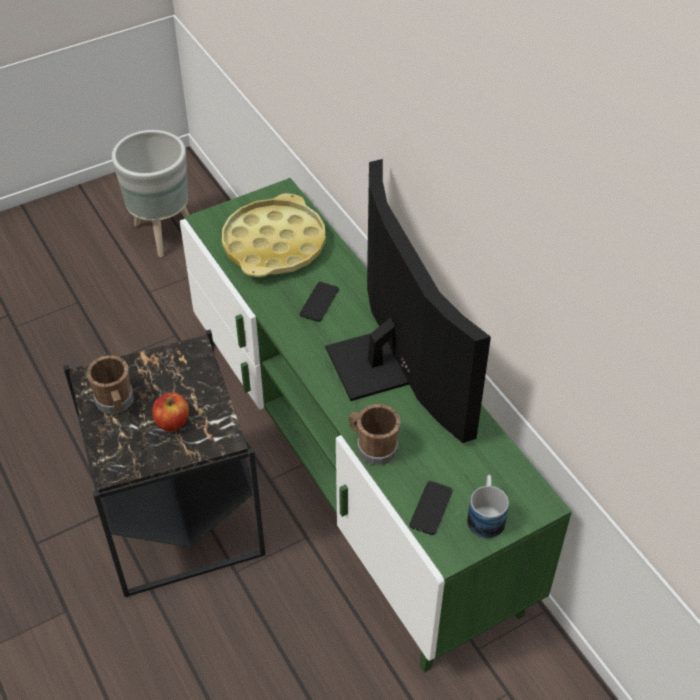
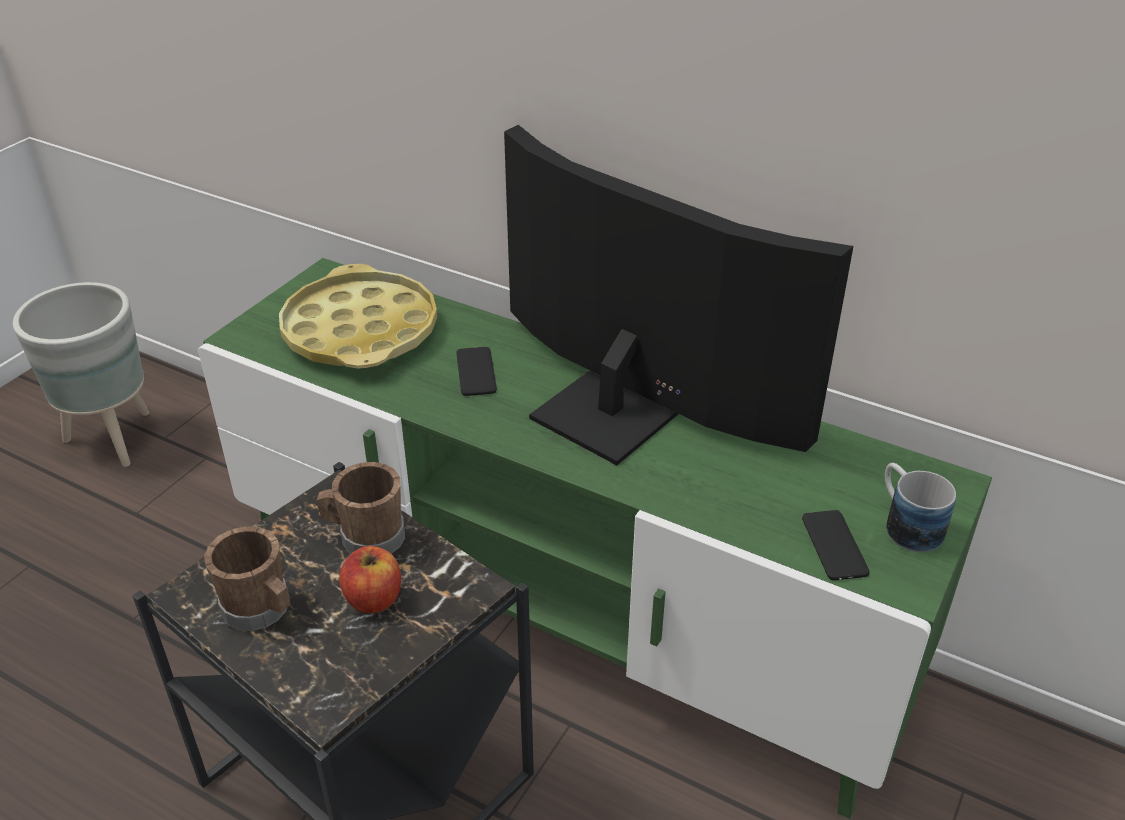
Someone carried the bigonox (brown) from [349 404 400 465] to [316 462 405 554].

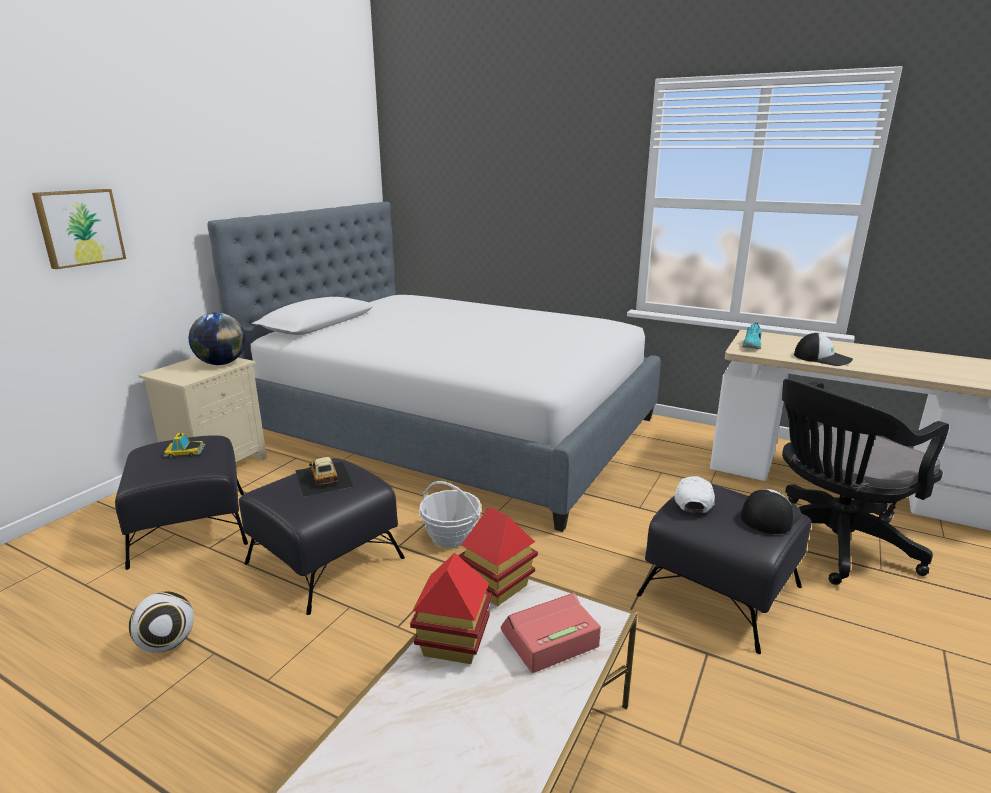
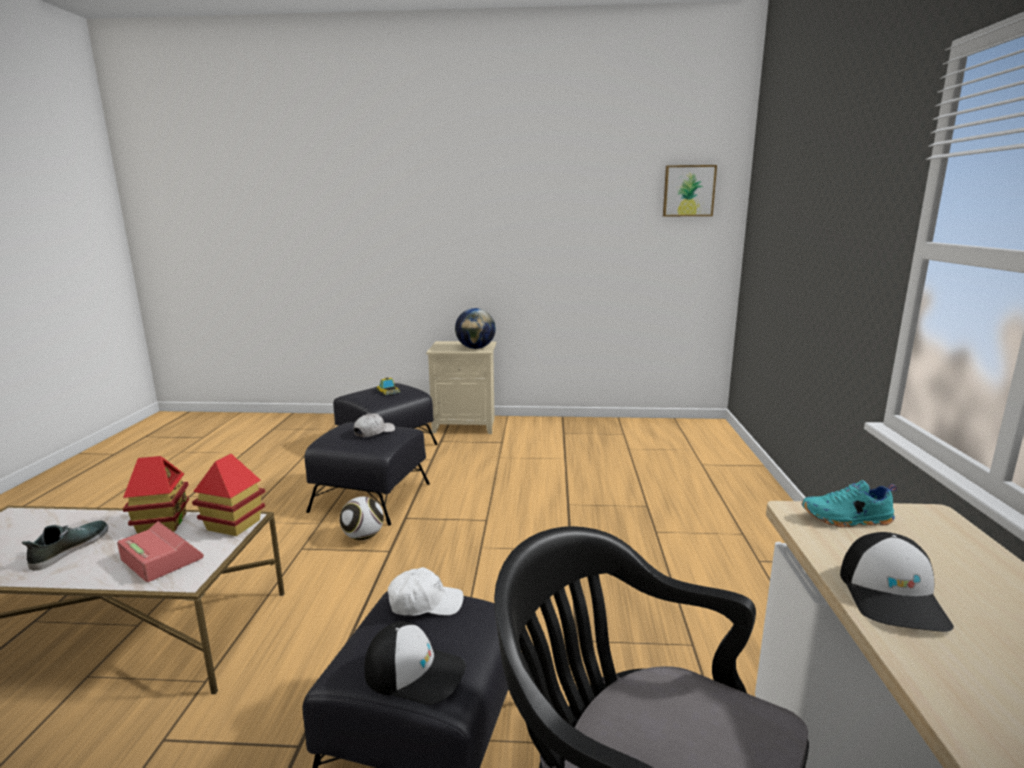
Someone carried the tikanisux from [32 189 126 269] to [663 165 717 216].
Someone took away the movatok at [208 201 661 532].
Someone swapped the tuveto at [295 457 354 497] for the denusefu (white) at [354 413 395 437].
Someone took away the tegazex at [419 481 481 548].
Someone carried the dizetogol from [129 591 194 653] to [340 496 384 540].
Someone put down the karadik at [22 521 108 570].

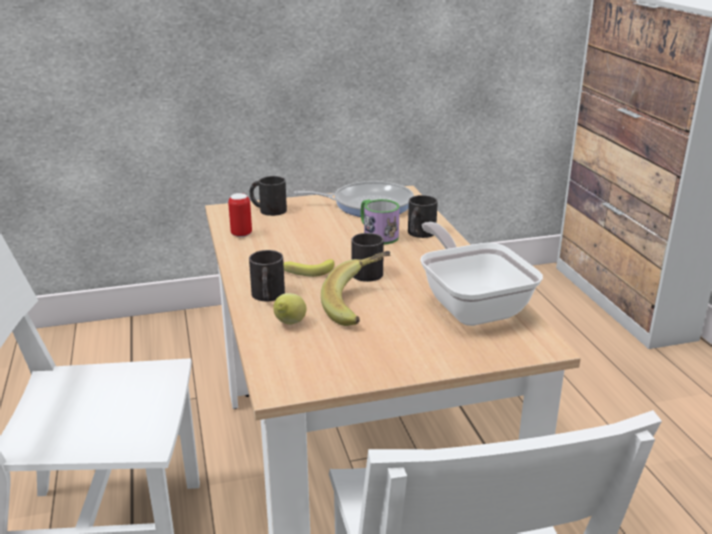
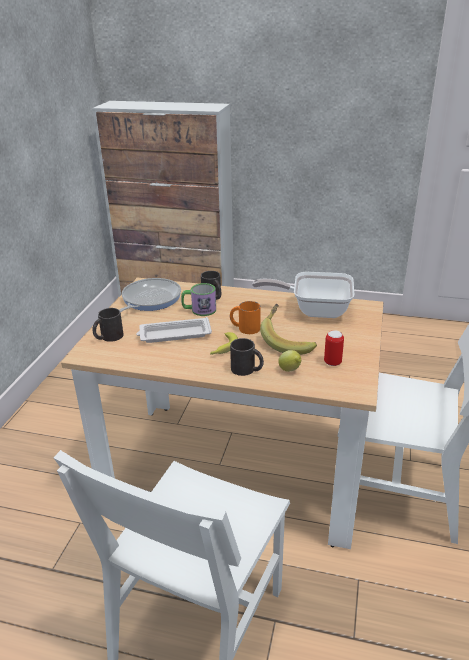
Someone carried the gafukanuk from [228 193 252 237] to [324 330 344 366].
Someone repainted the bigonox (black) at [351 233 384 282], which became the bigonox (orange) at [230 301 260 334].
Someone put down the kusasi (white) at [136 317 212 343].

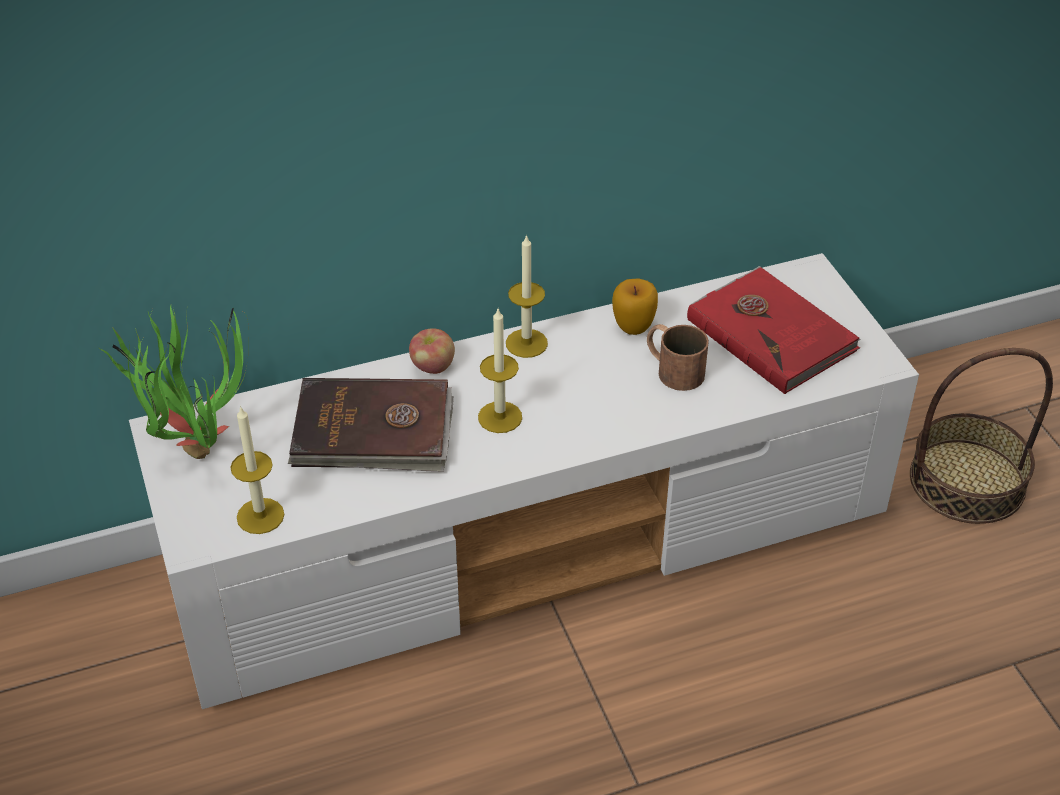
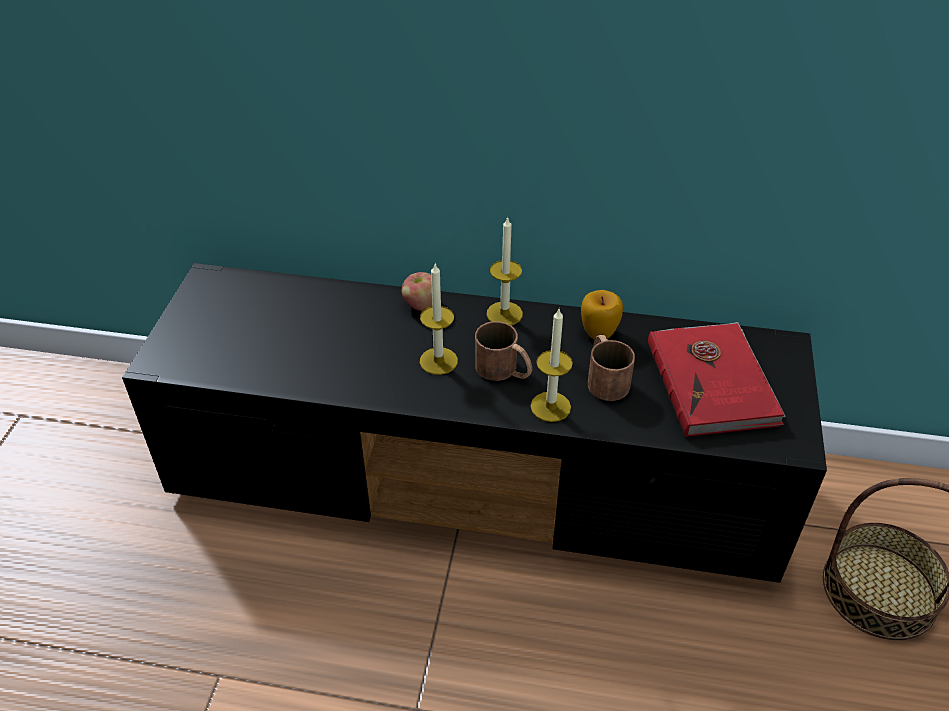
Someone repainted the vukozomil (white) at [129 253 919 709], which became the vukozomil (black) at [122 263 827 583].
Someone took away the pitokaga at [99 305 249 459].
Someone took away the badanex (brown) at [288 378 454 472].
Someone carried the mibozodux from [230 406 285 534] to [531 309 573 422].
Someone put down the bigonox (brown) at [475 321 532 381].

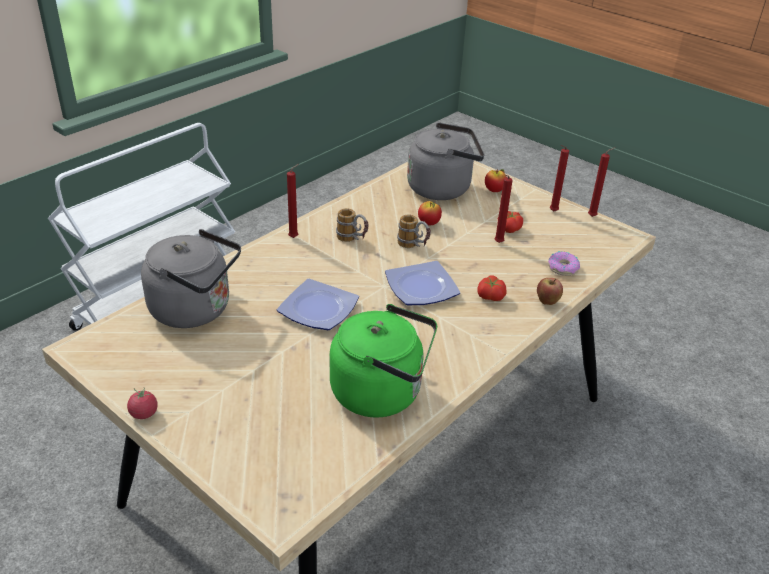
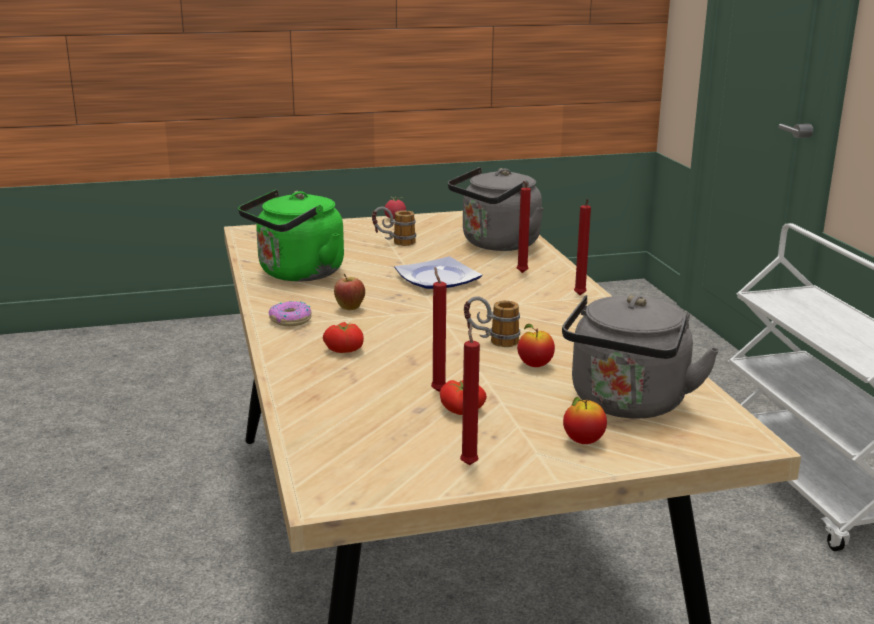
Someone carried the mibozodux (red) from [588 147 615 217] to [517 181 531 273].
Someone carried the bigonox from [336 208 369 242] to [372 207 416 246].
Someone carried the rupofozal from [548 251 580 276] to [269 301 312 326].
Someone took away the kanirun at [385 261 460 305].
Someone carried the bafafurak from [537 278 563 305] to [334 273 365 310].

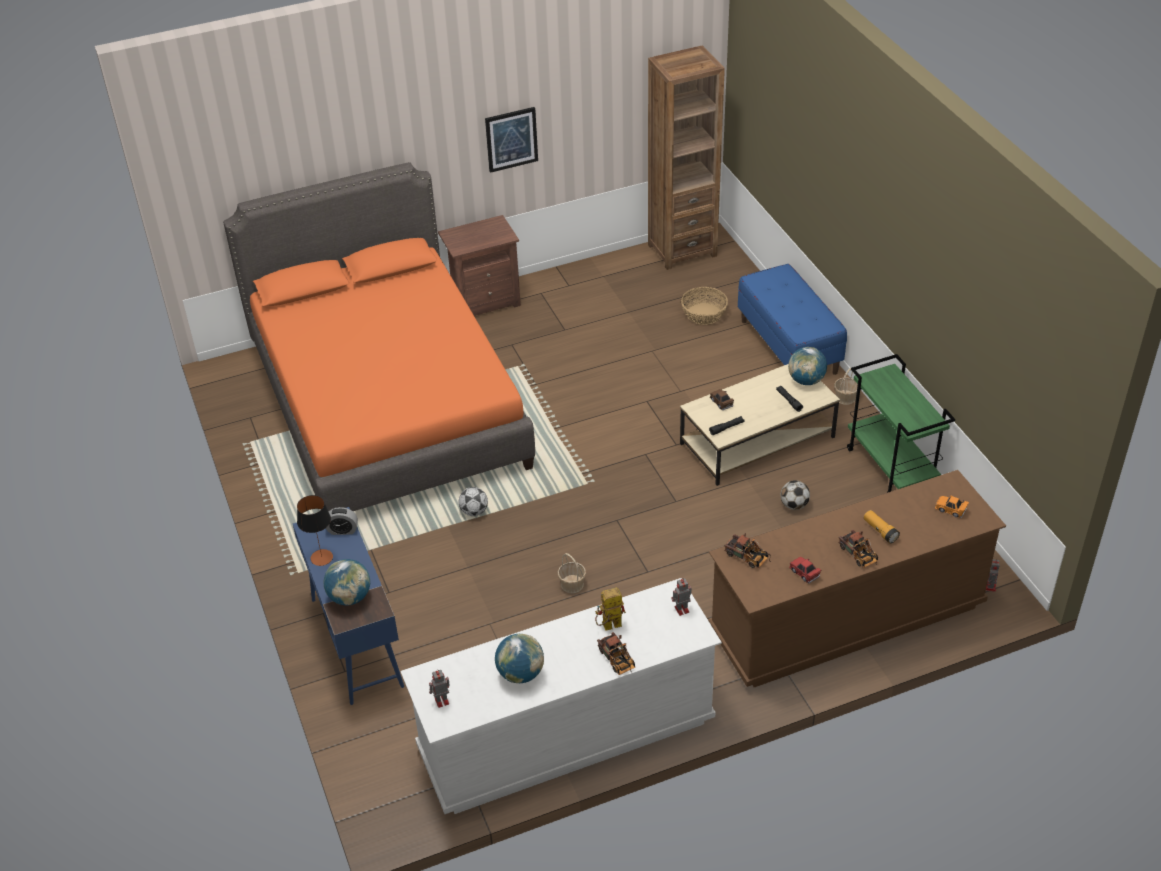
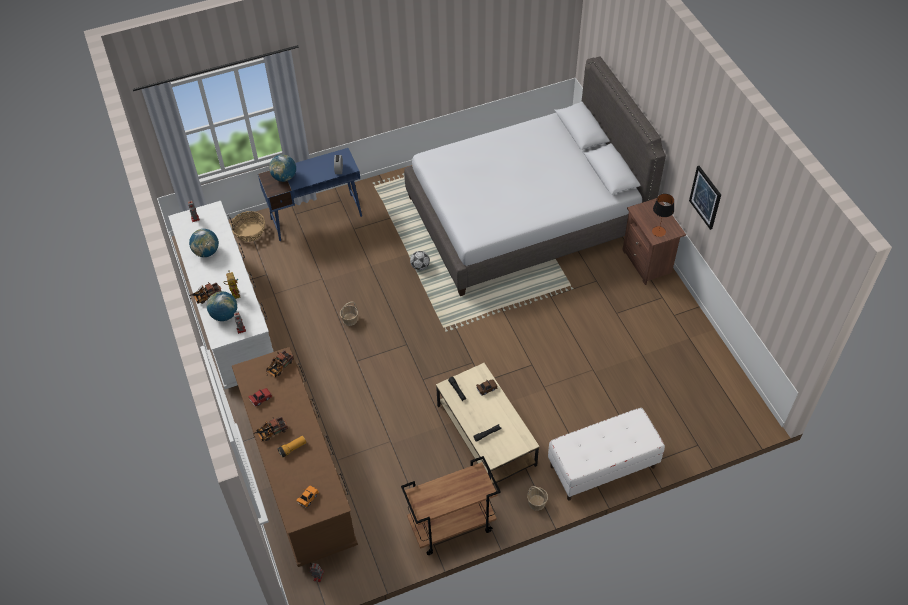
Someone took away the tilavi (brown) at [648 45 725 270].
Someone repainted the movatok (orange) at [223 162 535 512], which became the movatok (grey) at [404 56 666 296].
Someone repainted the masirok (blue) at [738 264 847 375], which became the masirok (white) at [548 408 665 500].
Someone carried the tegazex from [681 287 728 325] to [230 211 265 242].
Someone carried the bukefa from [788 347 827 385] to [207 291 238 321].
Someone repainted the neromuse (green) at [847 354 955 493], which became the neromuse (brown) at [401 456 501 555].
Someone took away the dizetogol at [781 480 810 510].
Someone carried the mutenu from [297 495 333 566] to [652 194 674 237].

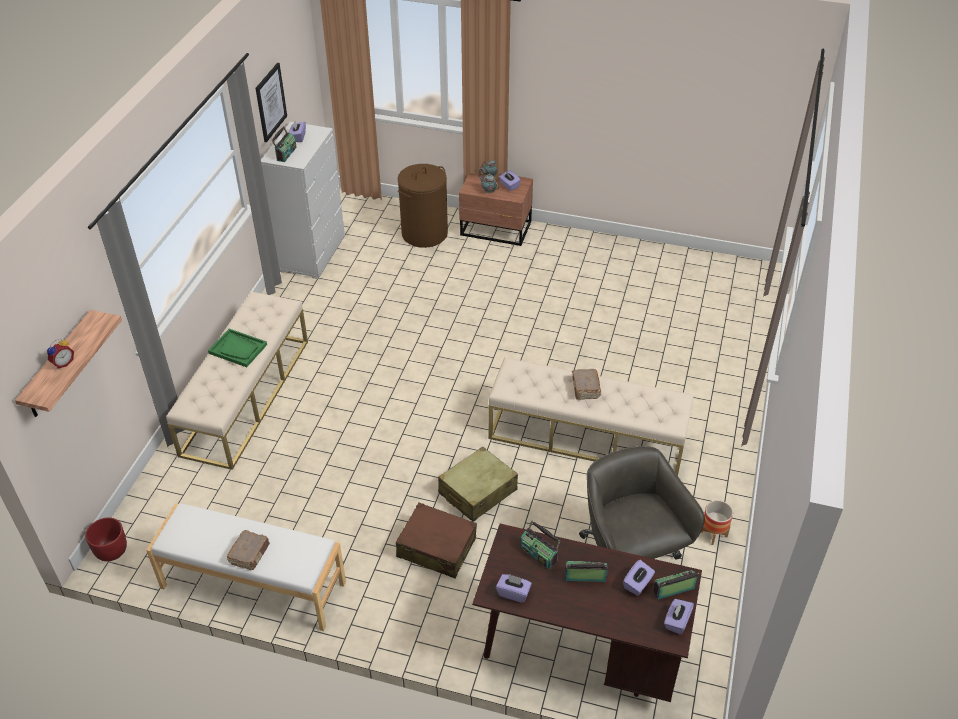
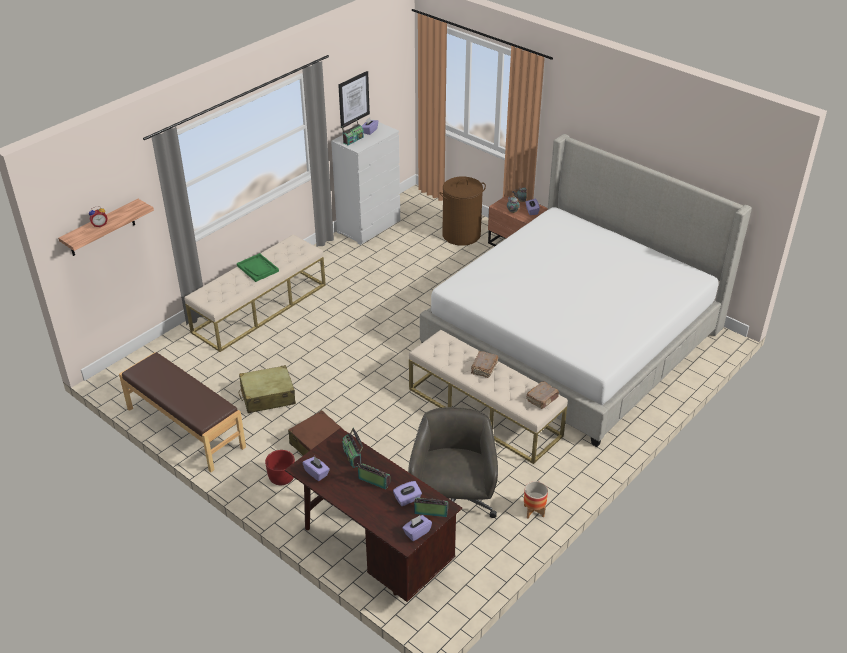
Someone carried the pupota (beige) from [438 447 518 522] to [239 365 296 413].
Someone repainted the masirok (white) at [146 503 346 631], which became the masirok (brown) at [119 352 246 472].
Someone carried the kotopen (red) from [85 518 127 561] to [265 450 295 485].
Someone carried the badanex (brown) from [227 530 270 570] to [527 381 559 409].
Someone put down the movatok at [420 134 752 447].

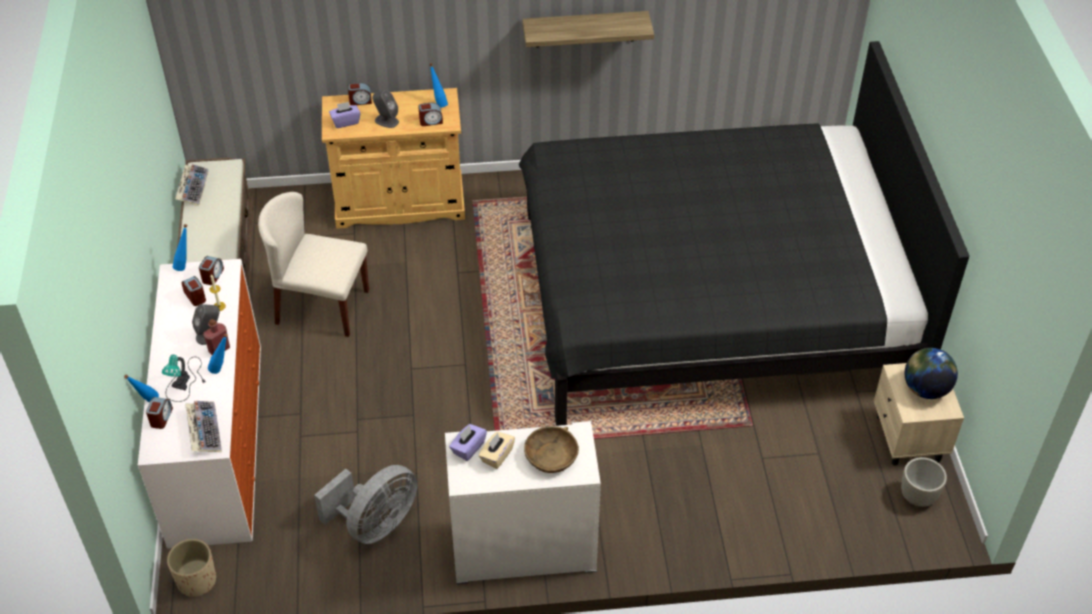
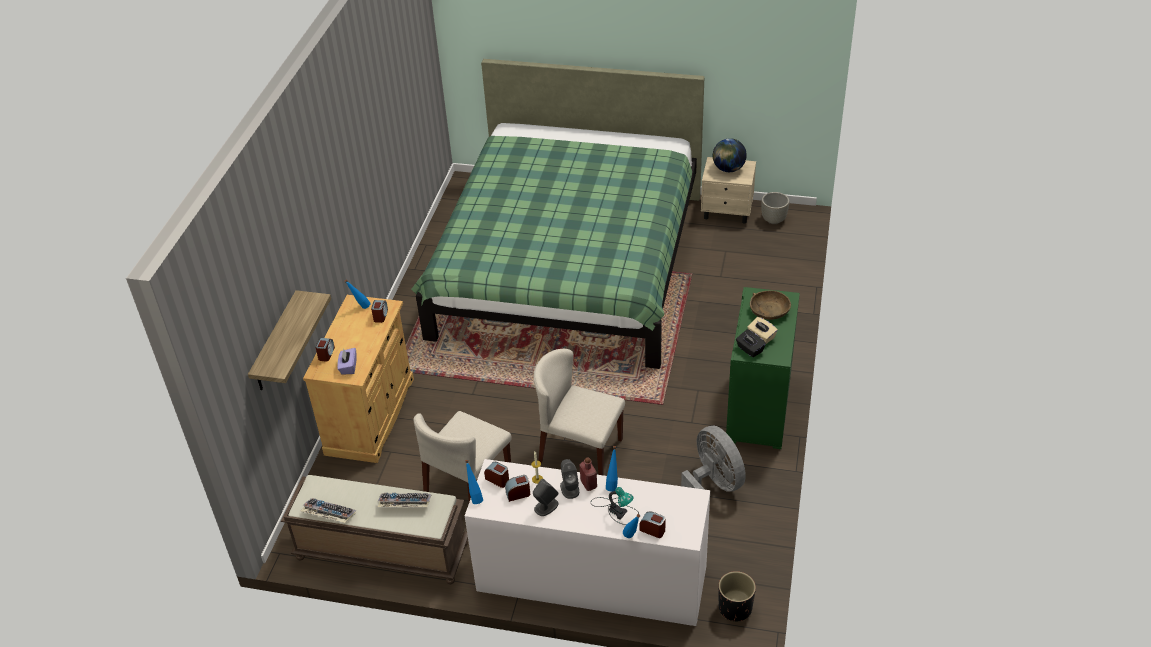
Someone carried the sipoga from [522 11 654 48] to [248 290 331 390].
Someone repainted the movatok (black) at [519 41 969 426], which became the movatok (green) at [411 59 704 369].
Someone carried the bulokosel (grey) from [372 90 399 128] to [533 479 558 516].
Someone carried the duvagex from [185 401 222 452] to [378 493 432 508].
Someone repainted the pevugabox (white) at [445 421 601 584], which became the pevugabox (green) at [726 287 800 449].
Someone repainted the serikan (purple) at [449 424 487 461], which became the serikan (black) at [736 329 766 357].
Someone repainted the kotopen (beige) at [167 539 216 597], which became the kotopen (black) at [718 571 756 622].
Someone put down the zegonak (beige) at [534 349 625 475].

